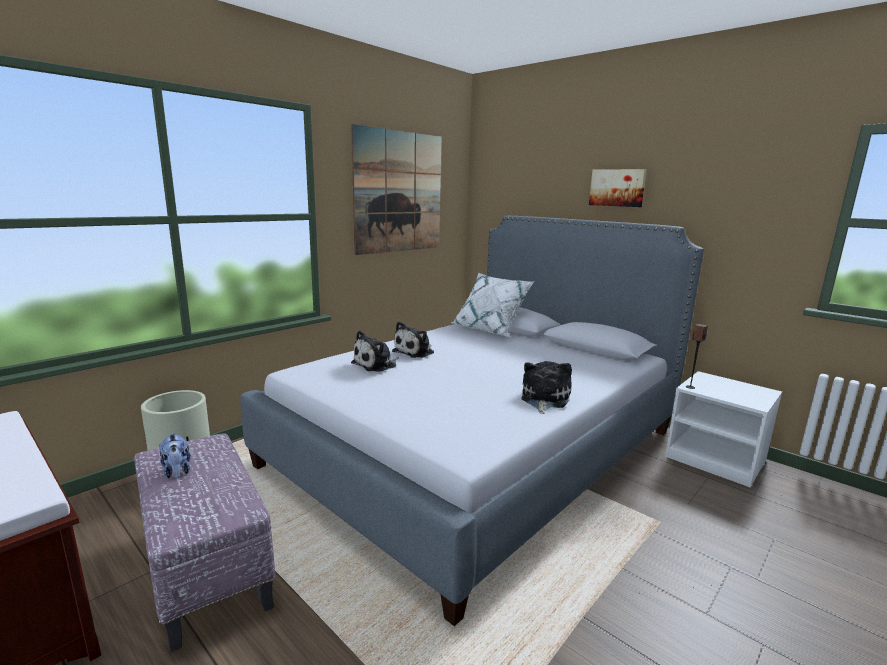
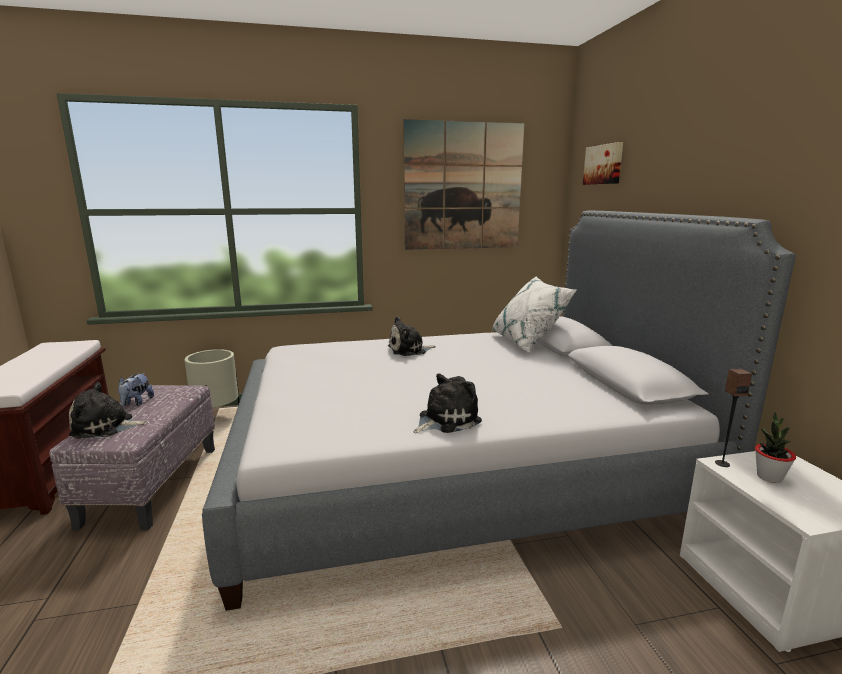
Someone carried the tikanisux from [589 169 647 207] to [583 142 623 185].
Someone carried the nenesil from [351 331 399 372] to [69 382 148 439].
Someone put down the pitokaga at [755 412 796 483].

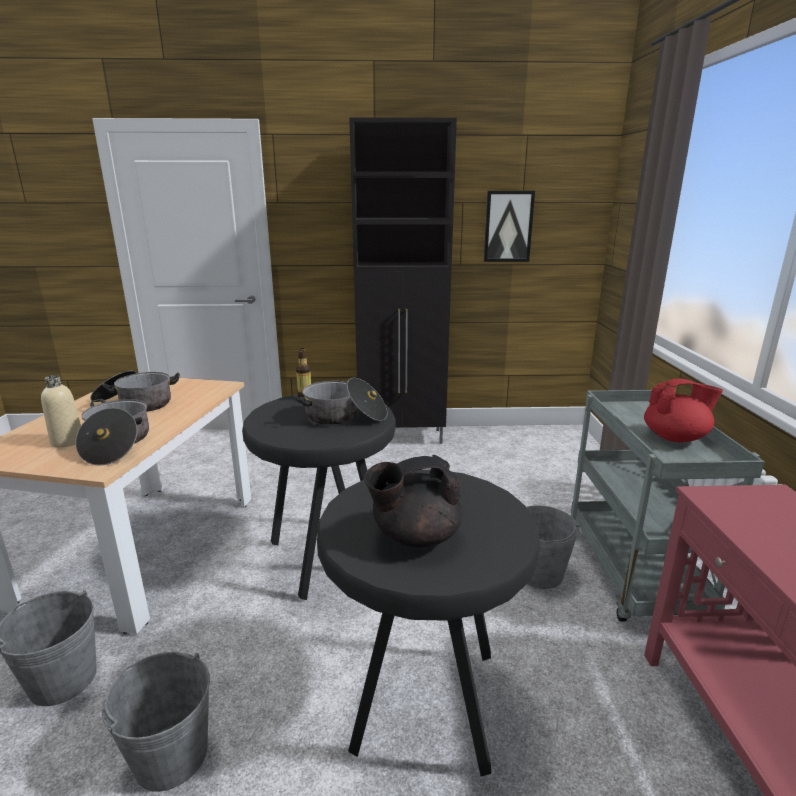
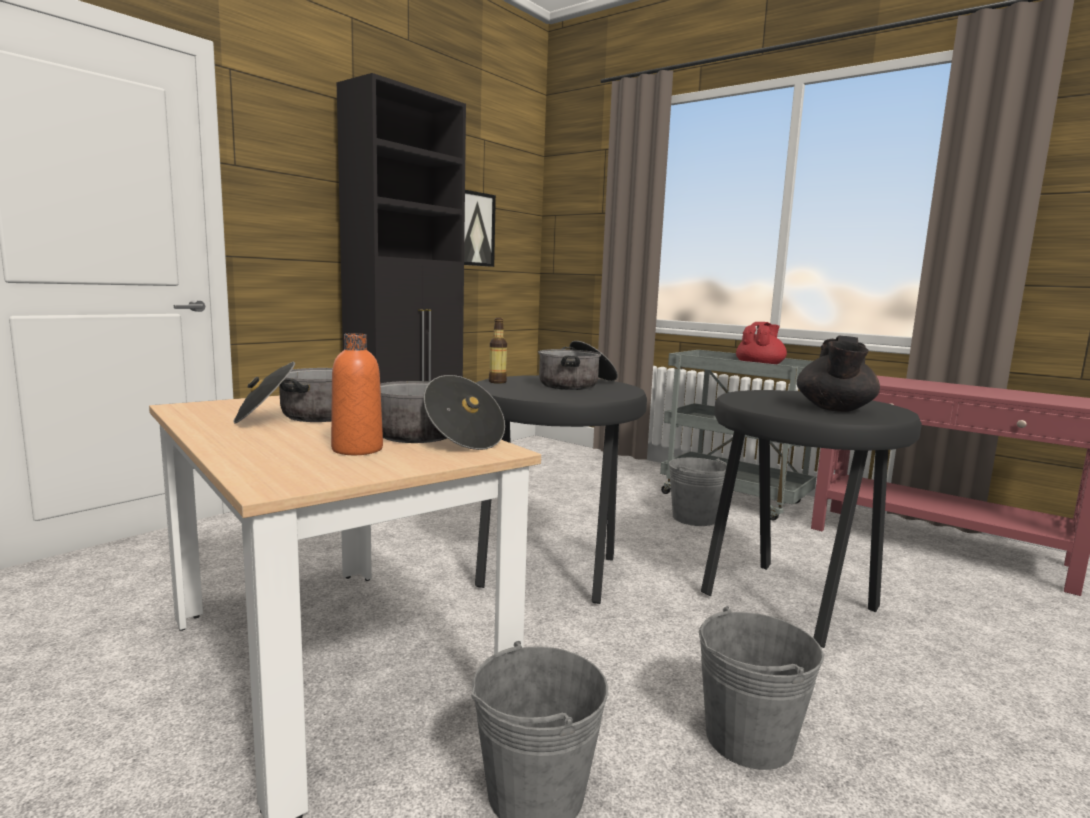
Someone repainted the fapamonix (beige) at [41 375 81 448], which became the fapamonix (orange) at [331 333 383 455].

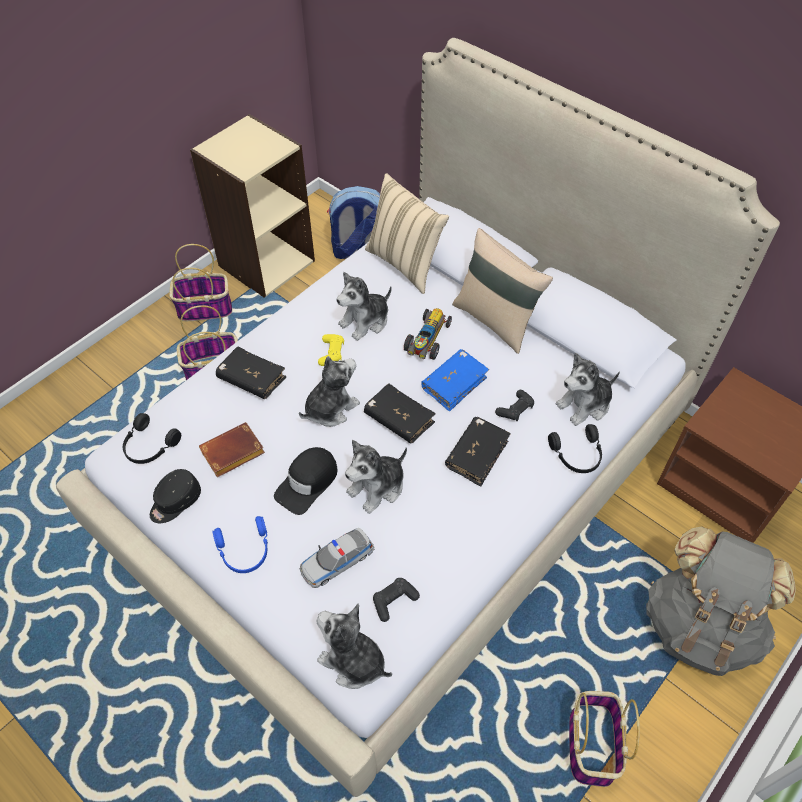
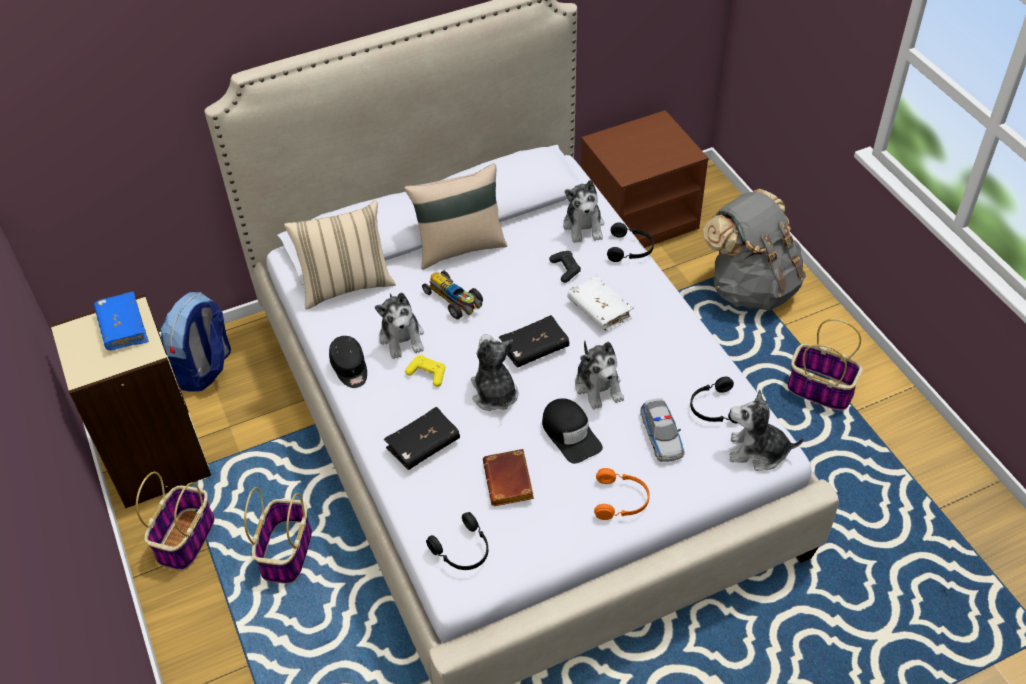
Someone carried the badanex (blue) from [421 349 489 411] to [94 292 149 351].
Someone repainted the badanex (black) at [445 417 511 487], which became the badanex (white) at [567 276 633 331].
Someone carried the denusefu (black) from [150 469 201 523] to [329 336 367 388].
Someone repainted the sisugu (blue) at [212 516 268 573], which became the sisugu (orange) at [594 468 650 520].
Someone swapped the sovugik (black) at [373 578 420 622] for the sisugu (black) at [690 377 737 423].
Someone rotated the nenesil at [317 603 392 689] by 45 degrees clockwise.

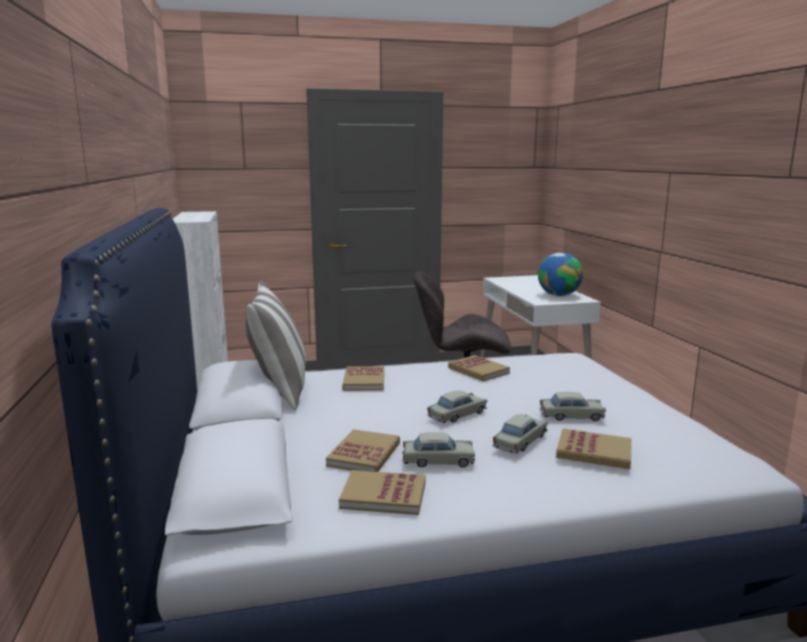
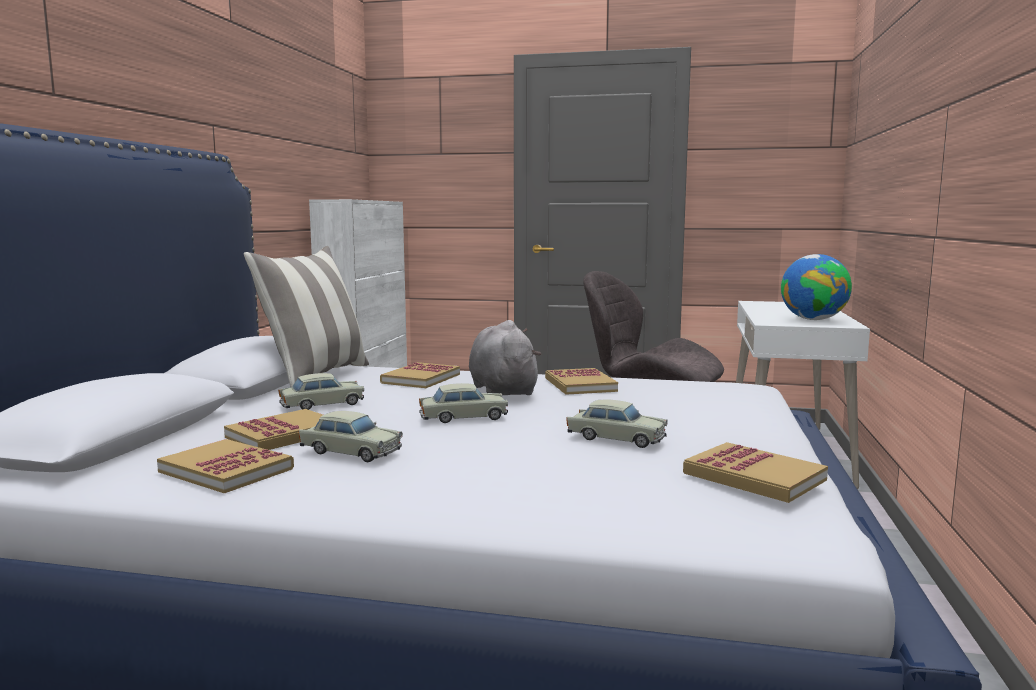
Someone carried the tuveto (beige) from [493 414 548 454] to [278 373 364 410].
Someone carried the badanex from [556 429 632 469] to [683 442 828 503].
Someone put down the nenesil (grey) at [469 320 542 395].

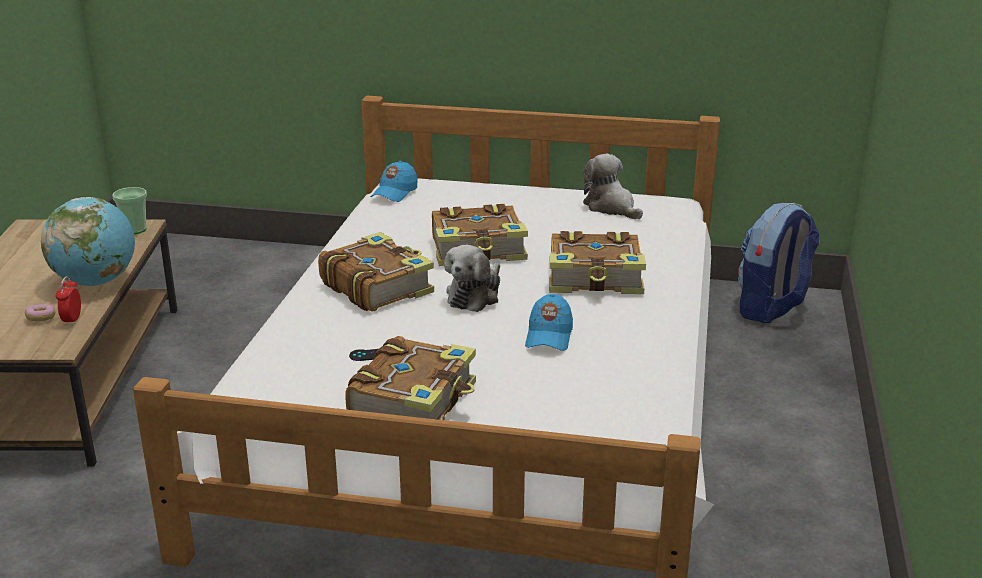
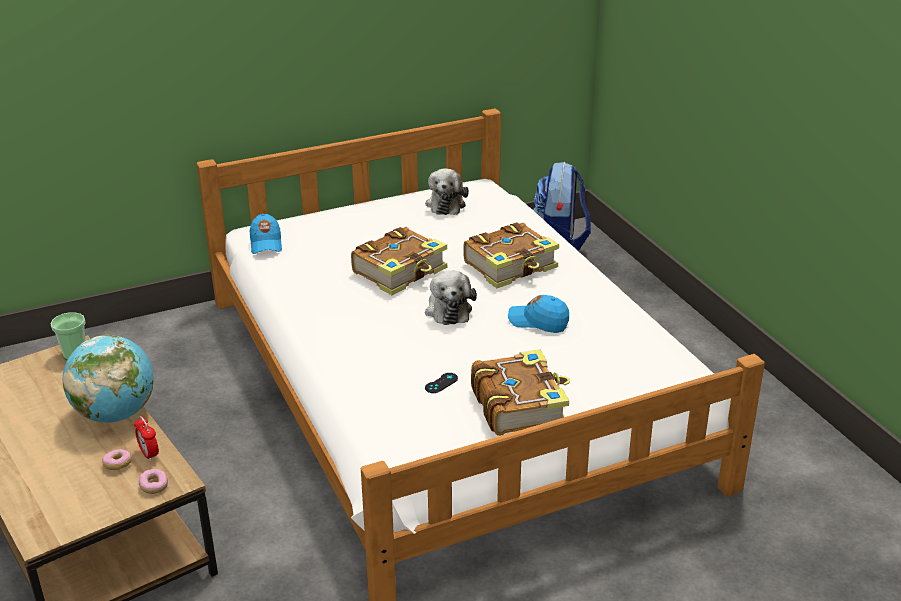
Someone rotated the nenesil at [583 154 643 219] by 105 degrees counterclockwise.
Someone took away the badanex at [318 232 434 312].
Someone rotated the denusefu (blue) at [525 294 573 351] by 135 degrees clockwise.
Someone put down the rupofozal at [139 469 168 494].

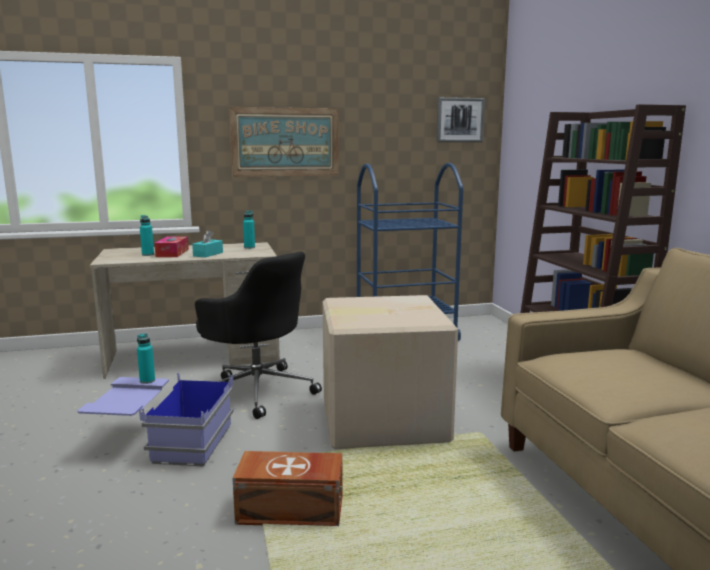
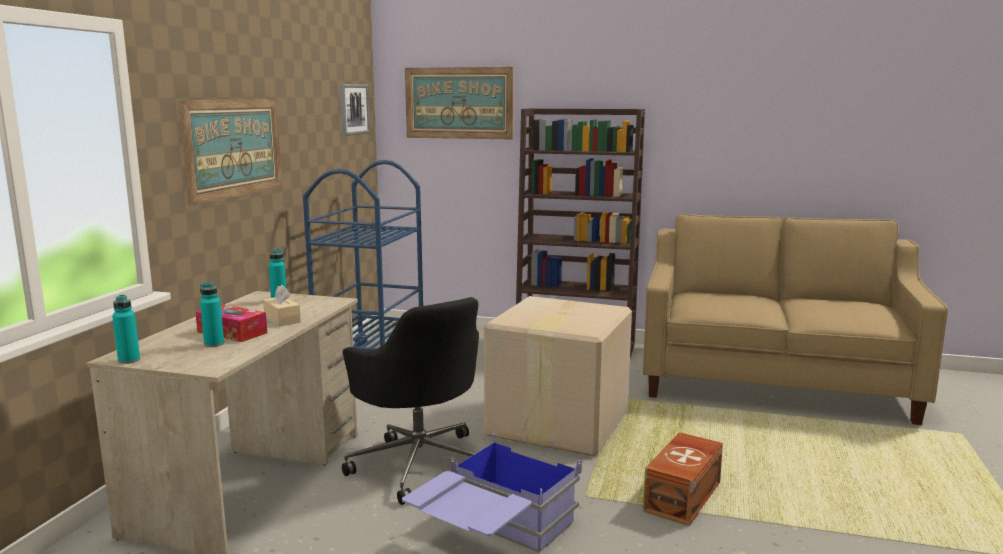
Someone repainted the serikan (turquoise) at [192 230 223 258], which became the serikan (beige) at [263 284 301 326].
Someone rotated the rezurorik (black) at [195 252 322 419] by 75 degrees clockwise.
Someone carried the fapamonix (turquoise) from [137 333 155 384] to [112 295 140 364].
Someone put up the tikanisux at [405 67 514 139].

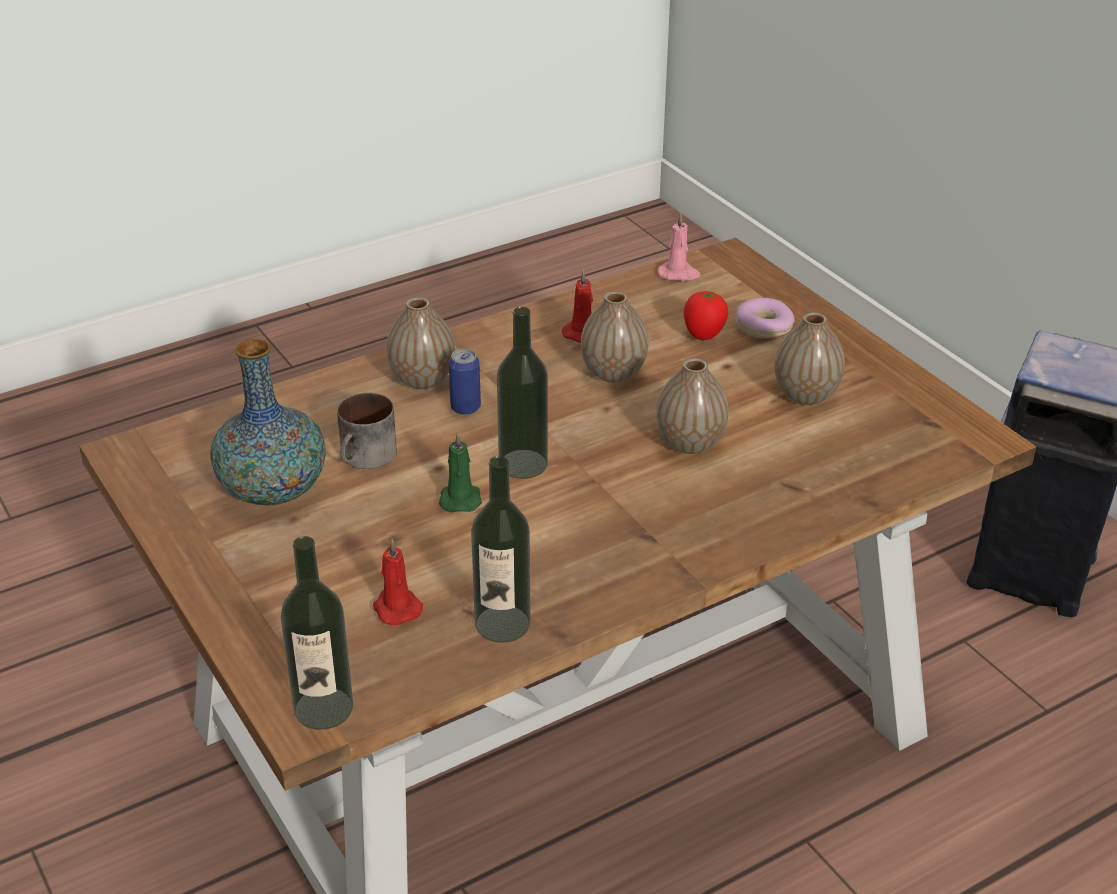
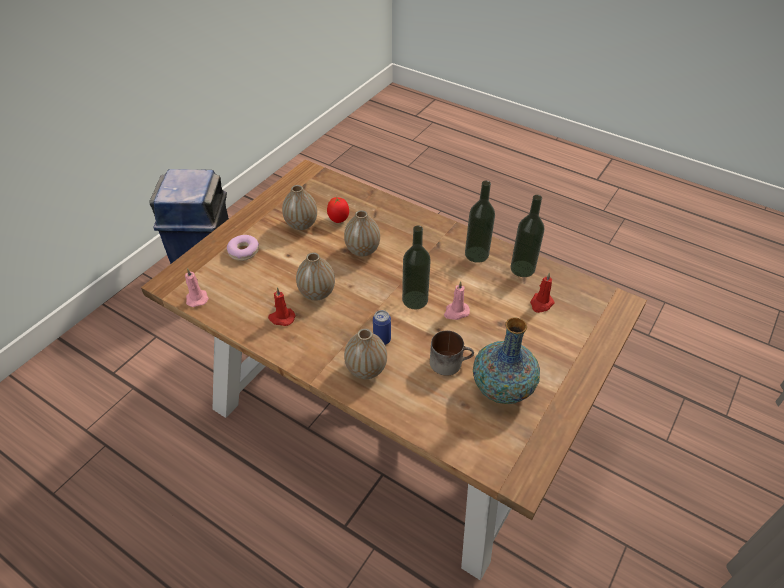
Someone carried the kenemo from [684 291 728 340] to [327 197 349 223].
Someone repainted the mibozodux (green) at [439 432 482 512], which became the mibozodux (pink) at [444 281 470 320].
Someone carried the fapamonix from [281 536 353 730] to [465 181 495 263].

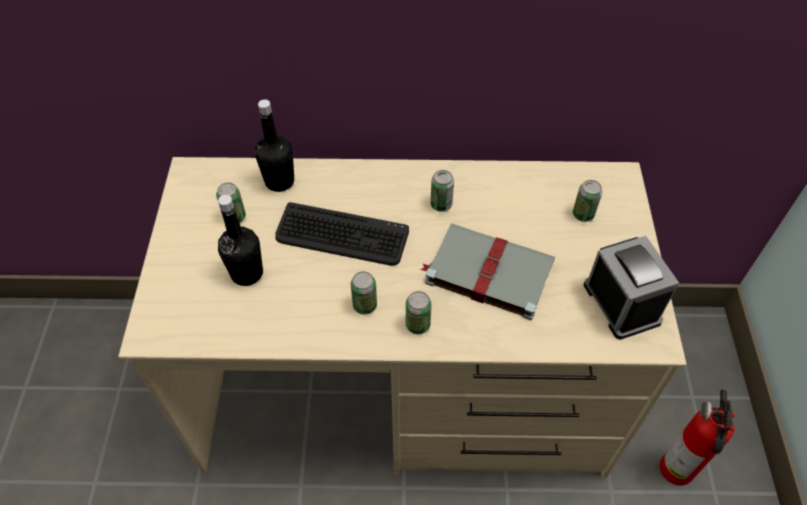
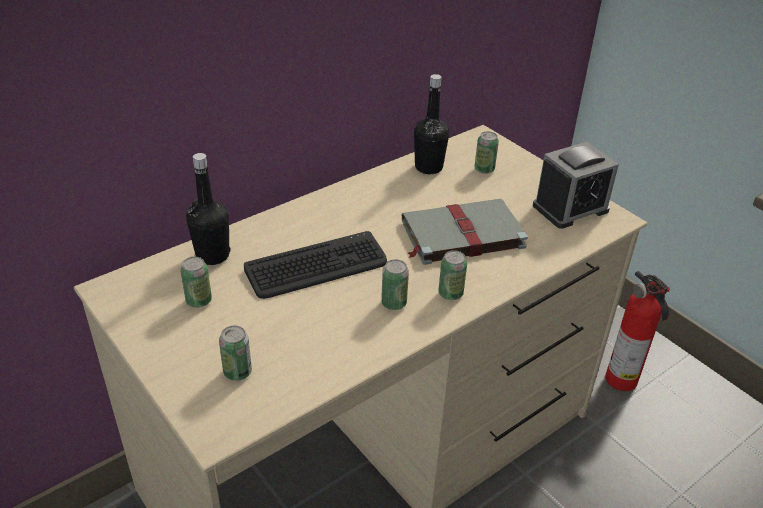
Someone carried the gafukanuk from [430 170 454 212] to [219 326 252 381].
Someone carried the fapamonix (black) from [218 195 263 286] to [414 74 449 174].
Someone rotated the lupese at [584 236 679 339] by 120 degrees clockwise.

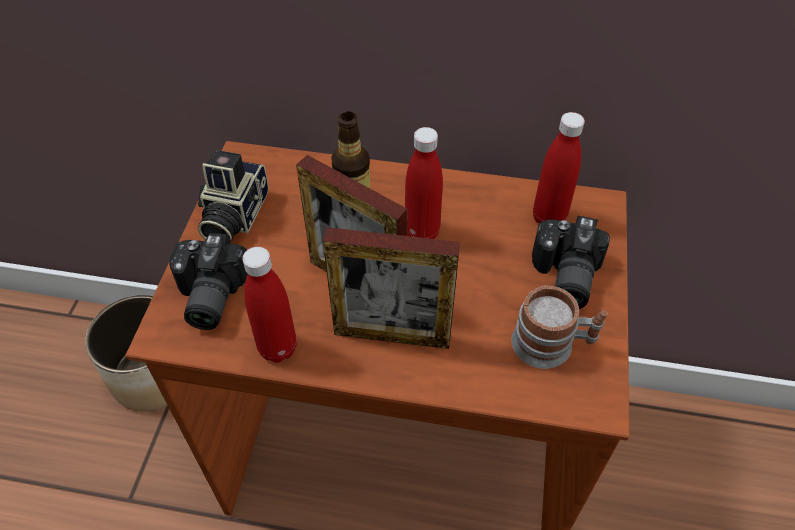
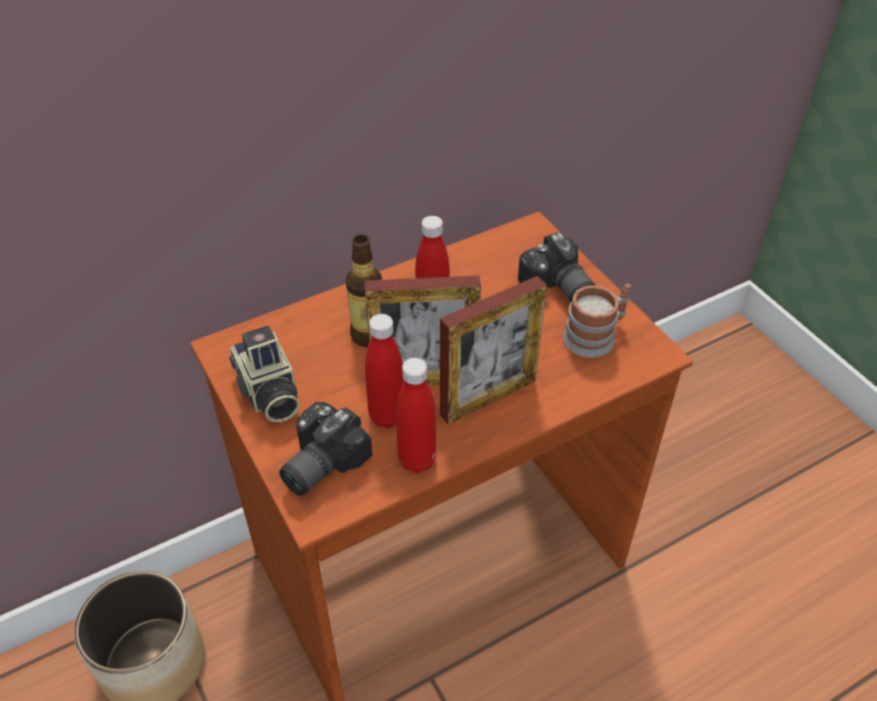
Someone carried the fapamonix (red) from [533 112 585 224] to [365 314 404 429].
Someone rotated the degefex at [169 233 248 330] by 75 degrees clockwise.

